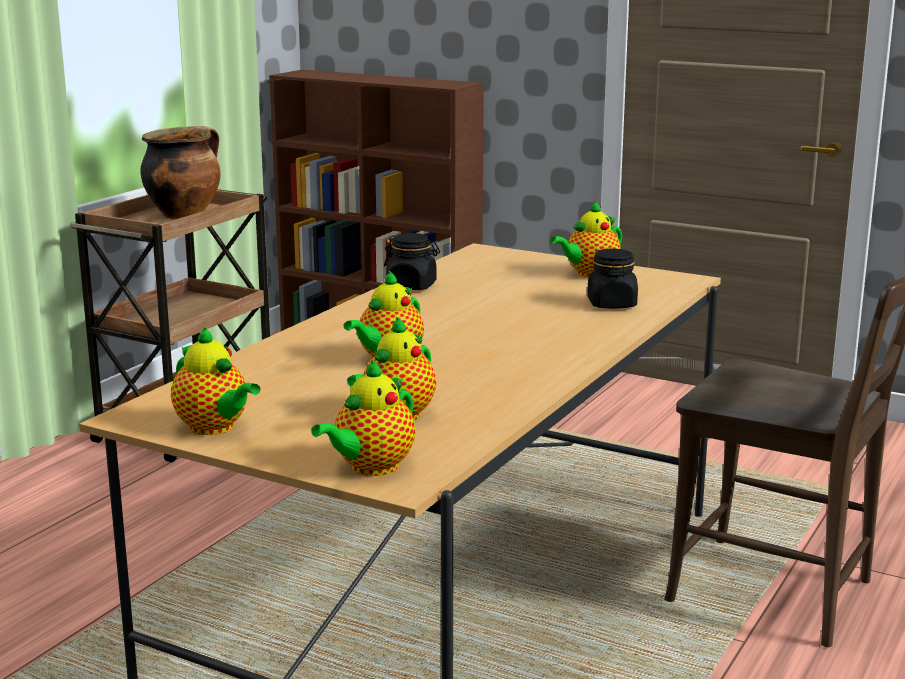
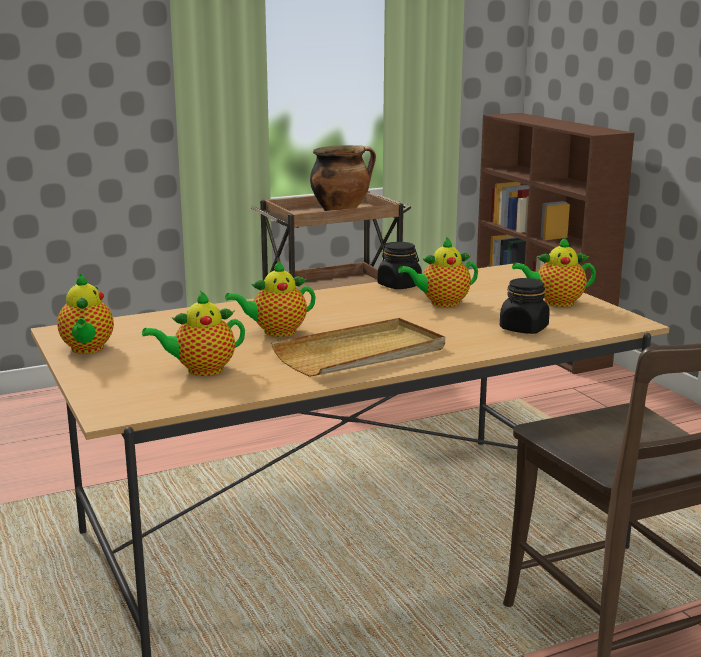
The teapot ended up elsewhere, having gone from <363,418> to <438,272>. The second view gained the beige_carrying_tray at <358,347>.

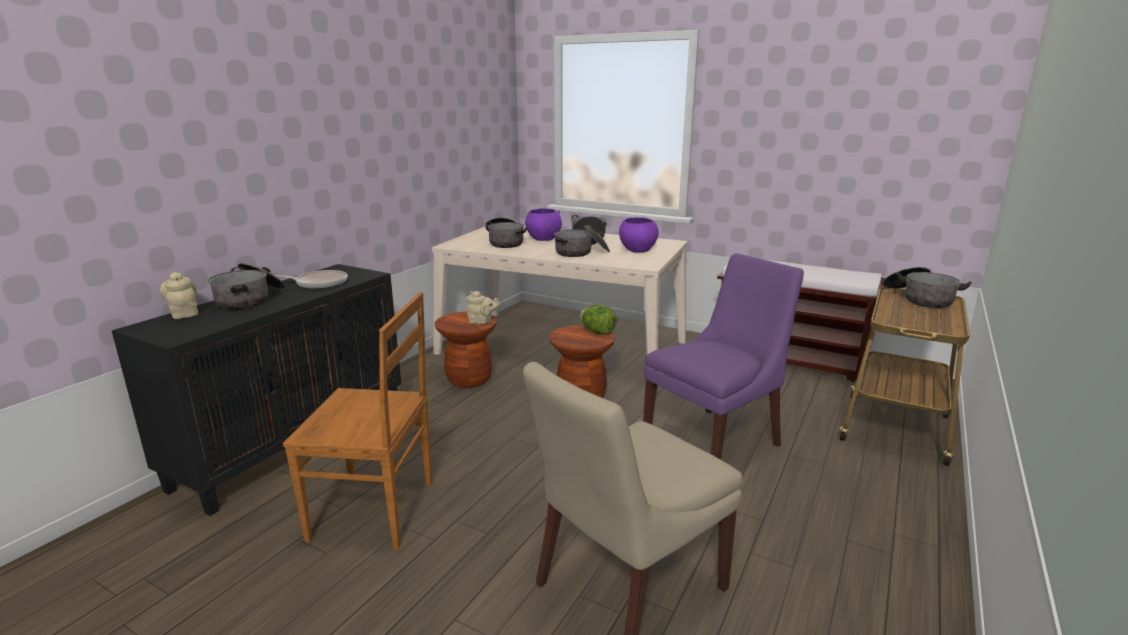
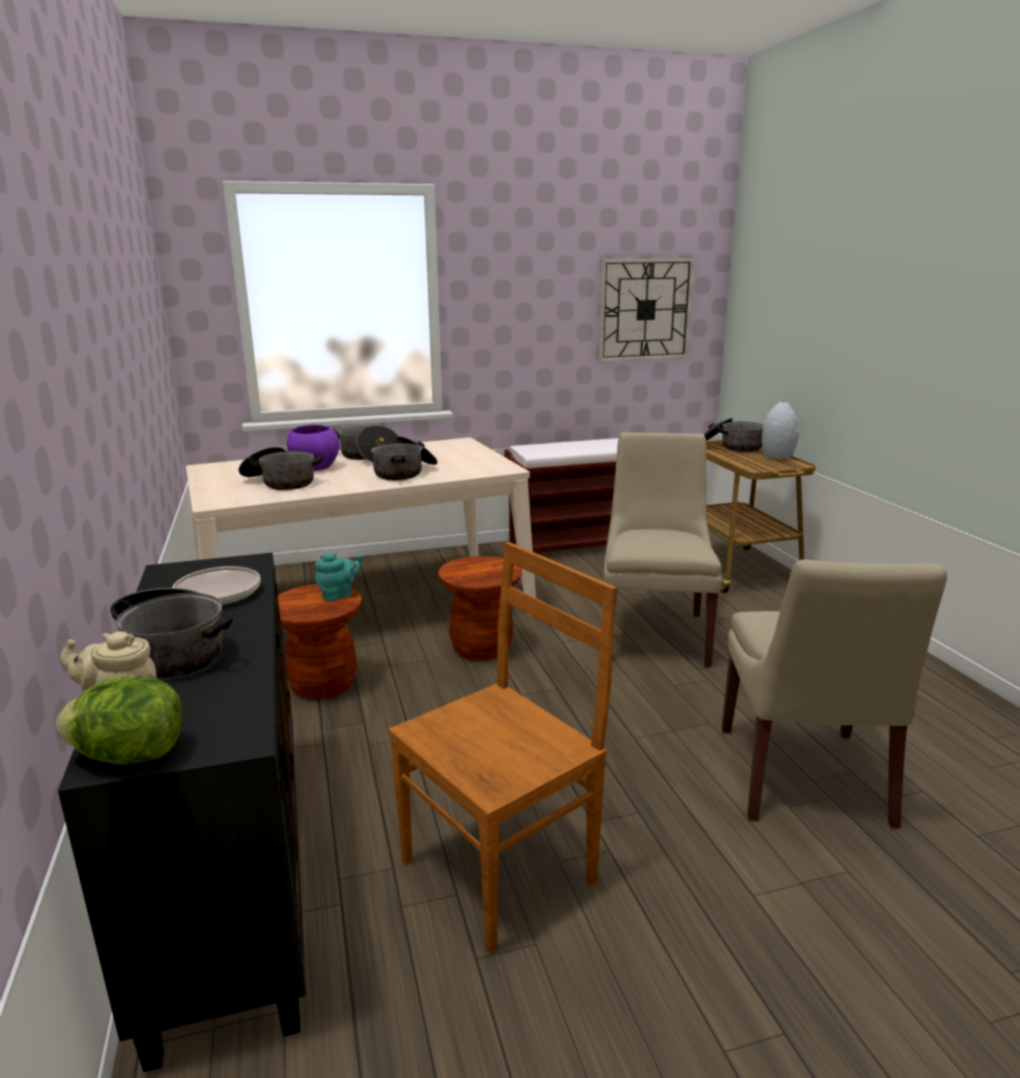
The second view lost the purplish_deep_dish at <639,235>. What was the purplish_upright_chair at <723,356> turned into the beige_upright_chair at <662,549>. What was the beige_teapot at <483,307> turned into the turquoise-coloured_teapot at <339,577>. The lettuce ended up elsewhere, having gone from <598,319> to <119,720>. The second view gained the wall_clock at <647,310>. The second view gained the gray_decorative_vase at <780,430>.

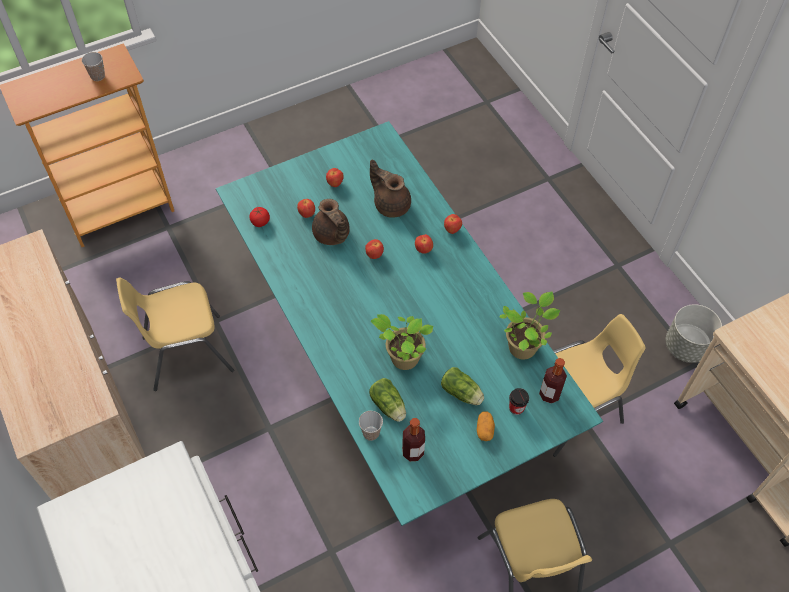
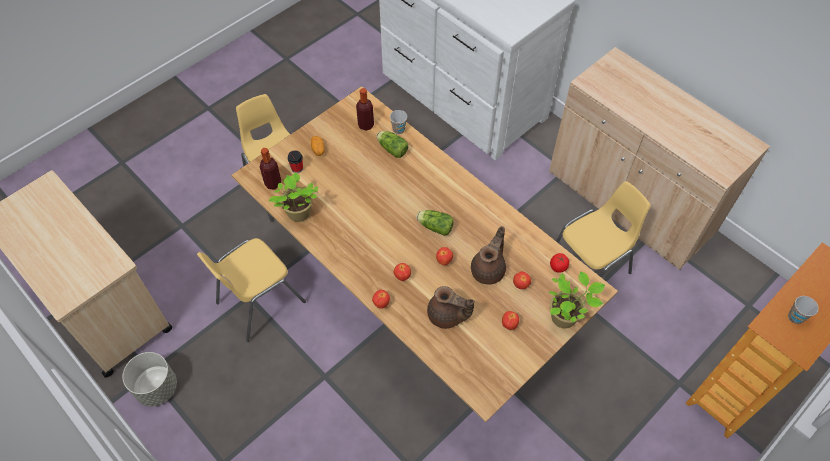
What was the turquoise-coloured_dining_table at <409,323> turned into the brownish_dining_table at <424,254>. The brownish_teapot at <331,222> ended up facing another way, 75 degrees clockwise from before. The potted_plant ended up elsewhere, having gone from <402,342> to <577,299>. The lettuce ended up elsewhere, having gone from <462,386> to <435,223>.

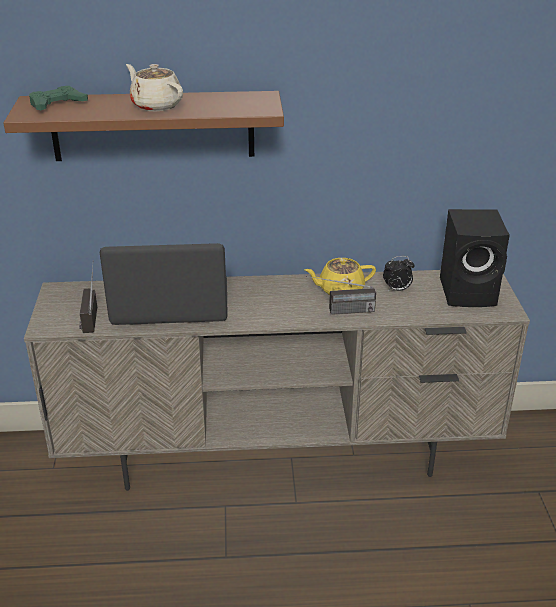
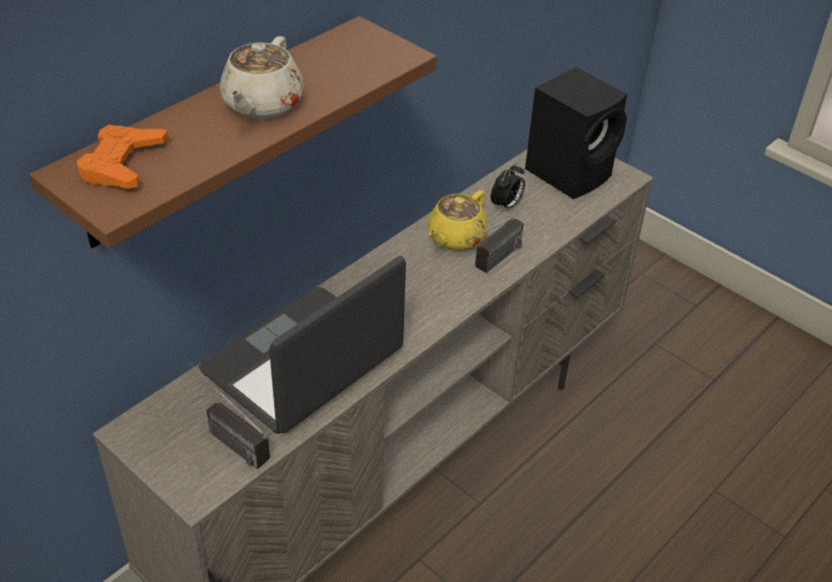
The beige_teapot at <154,87> ended up facing another way, 75 degrees counterclockwise from before. What was the green-coloured_game_controller at <58,98> turned into the orangey_game_controller at <122,157>.

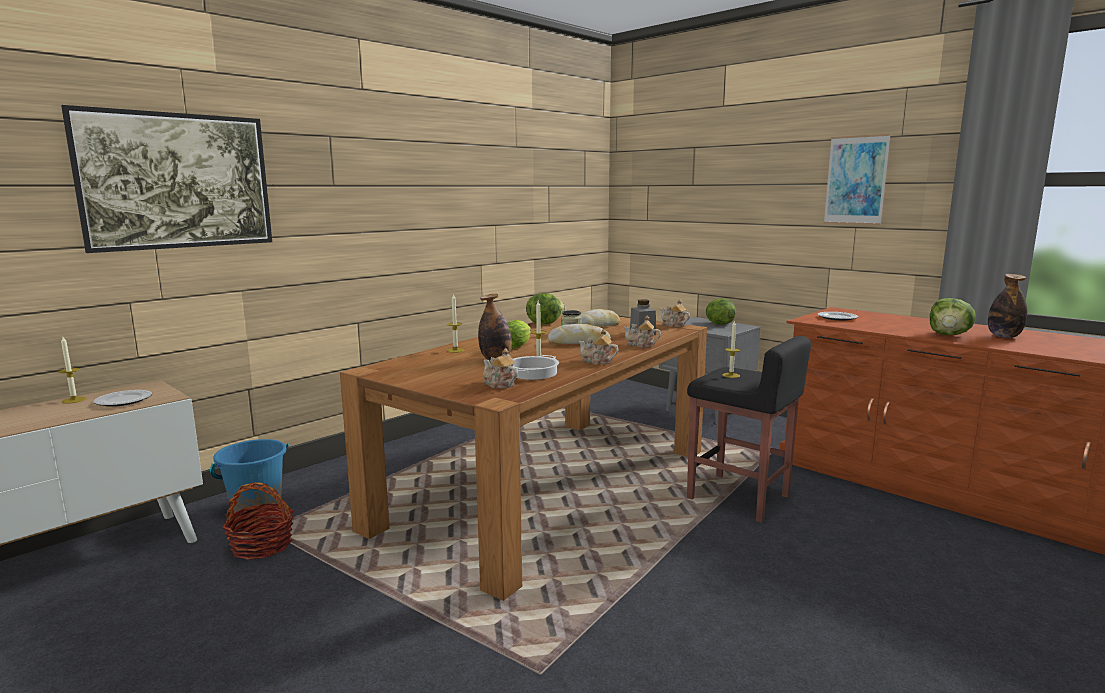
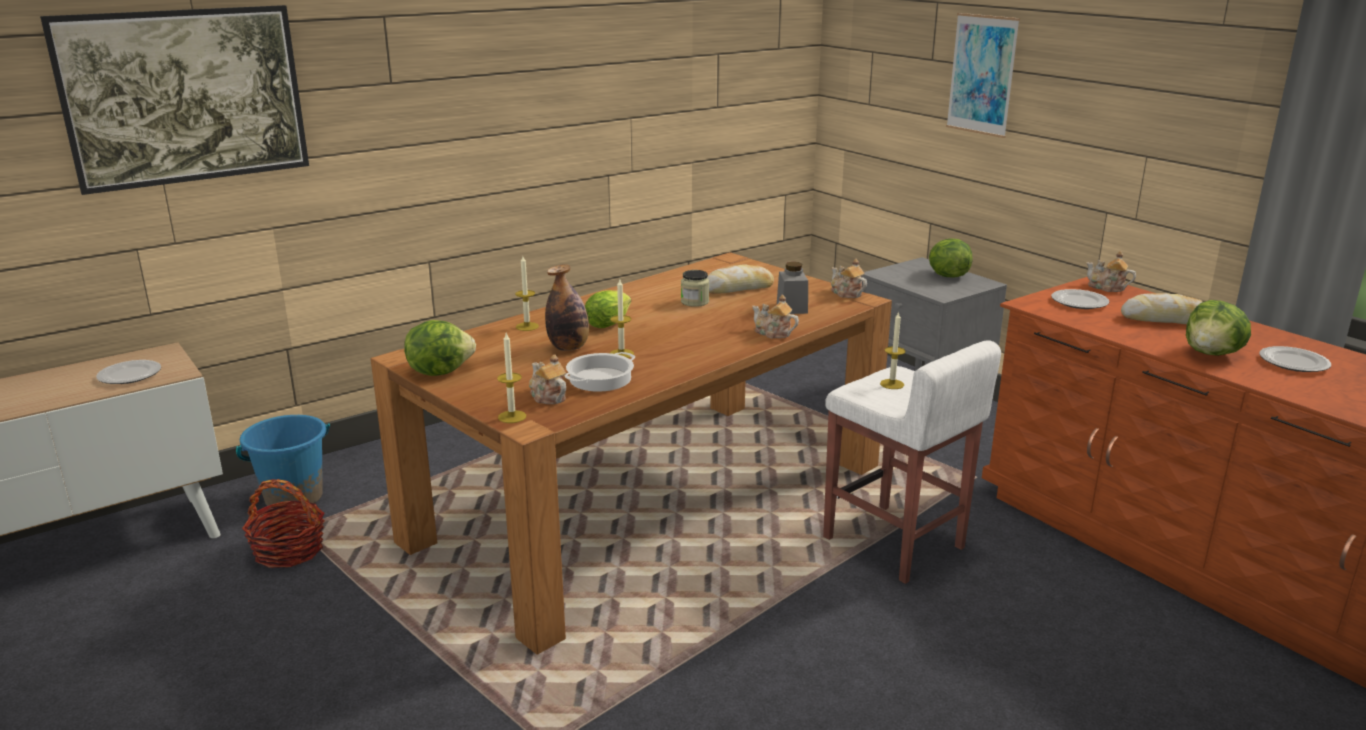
The wall_art ended up elsewhere, having gone from <857,179> to <983,75>. Where the drink_bottle stood at <1007,306>, the flat_dish came to stand at <1295,359>. The lettuce ended up elsewhere, having gone from <545,308> to <440,348>. The bread ended up elsewhere, having gone from <579,334> to <1162,308>. The teapot ended up elsewhere, having gone from <598,347> to <1111,271>. What was the black-coloured_stool_seat at <749,429> turned into the white-coloured_stool_seat at <912,462>. The wax_light ended up elsewhere, having gone from <72,370> to <511,378>.

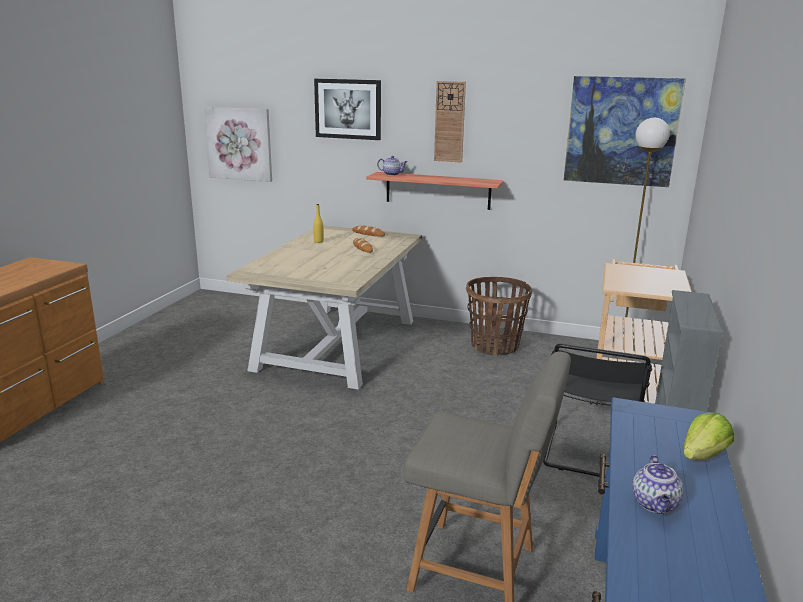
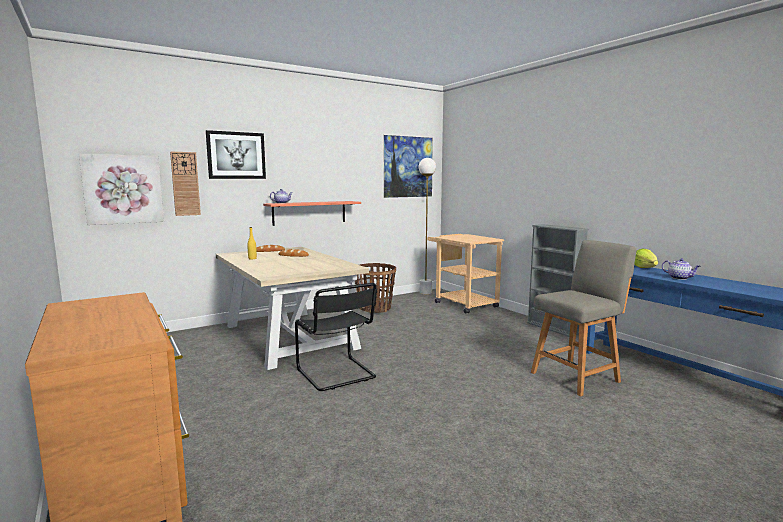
The wall_clock ended up elsewhere, having gone from <450,122> to <185,184>. The black-coloured_upright_chair ended up elsewhere, having gone from <597,410> to <336,337>.

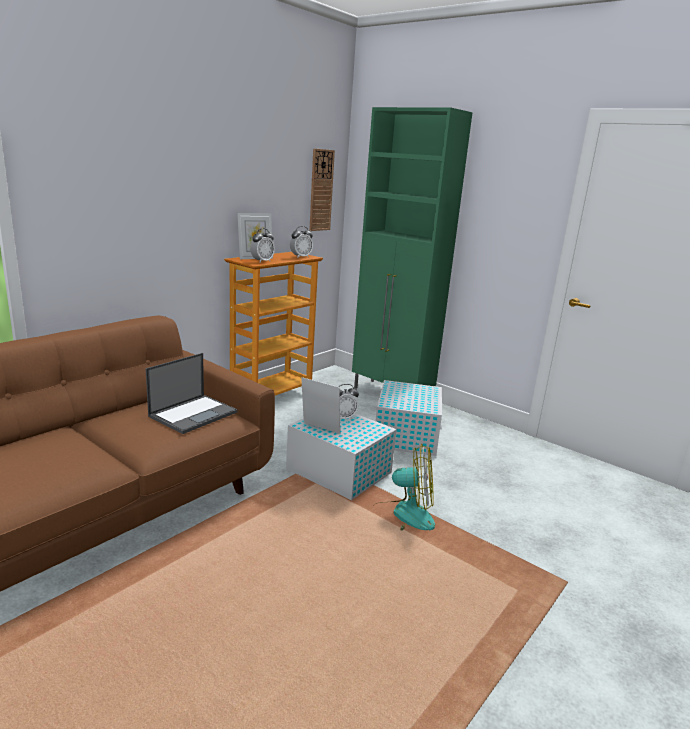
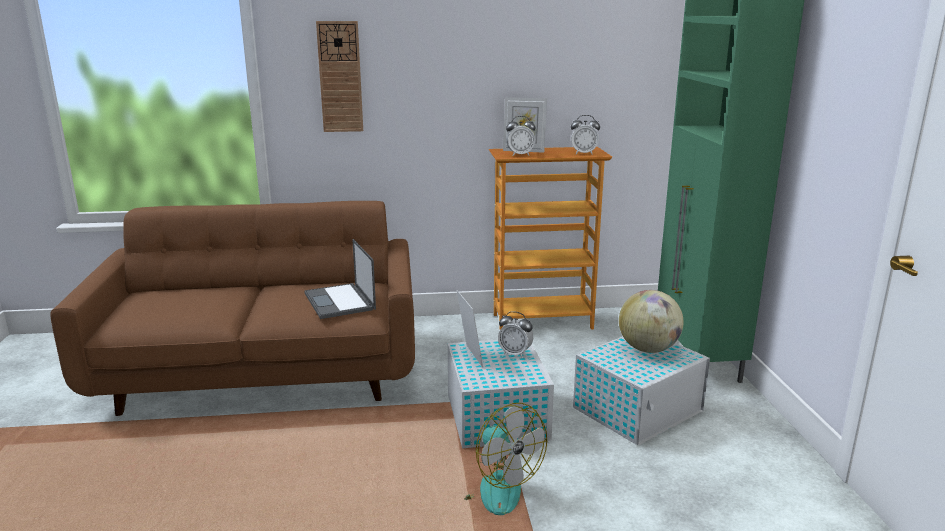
The wall_clock ended up elsewhere, having gone from <322,189> to <339,76>. The notebook_computer at <192,393> ended up facing another way, 75 degrees clockwise from before. The second view gained the world_globe at <651,321>.

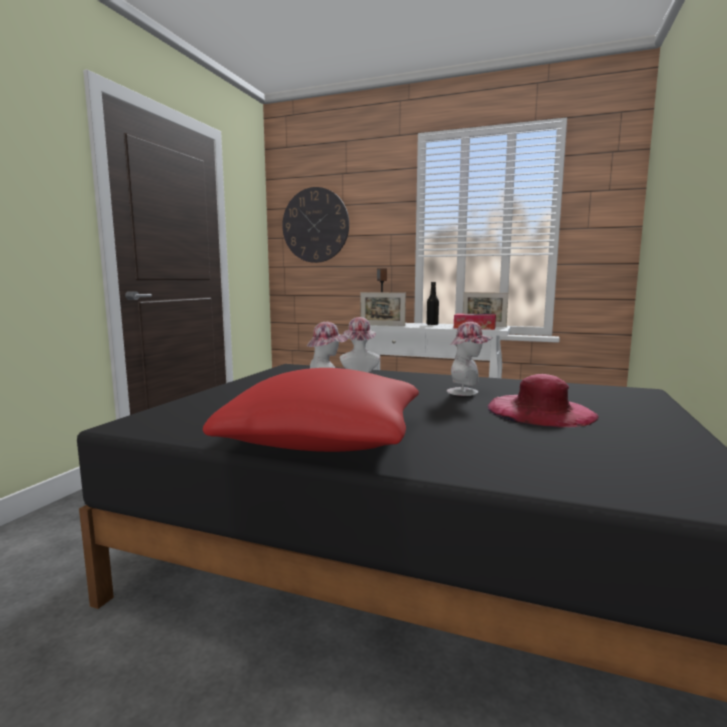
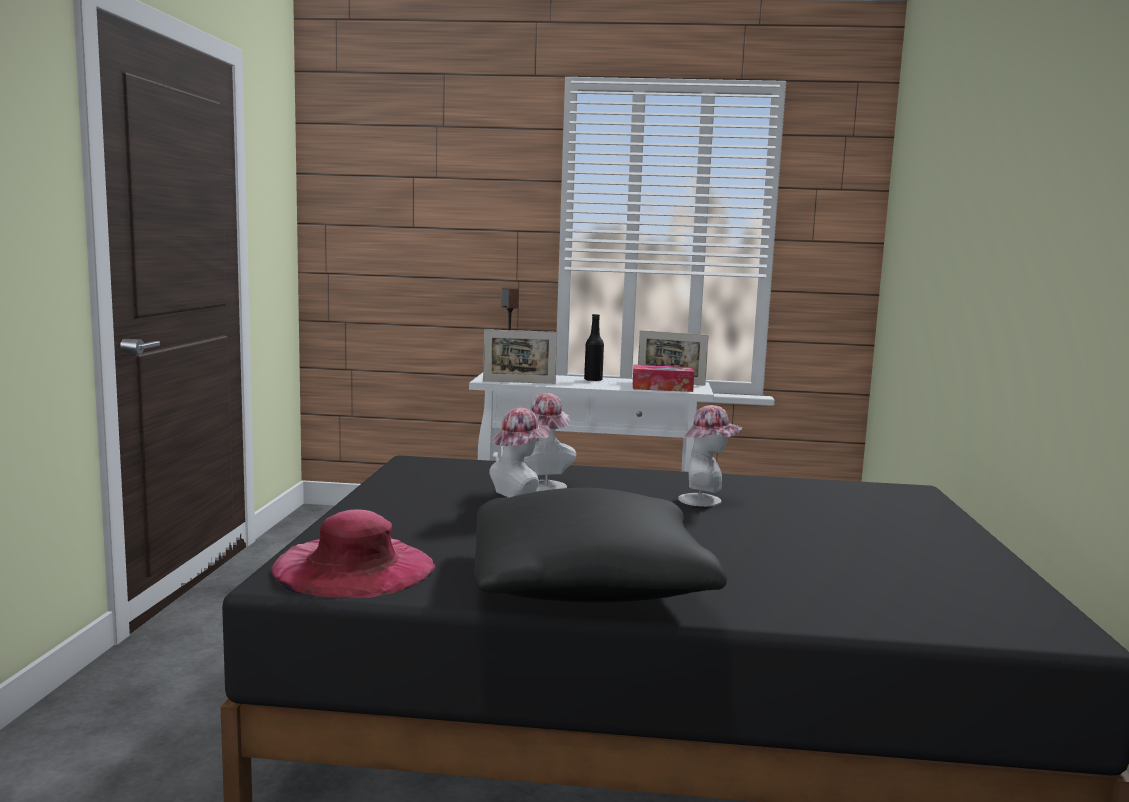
The second view lost the wall_clock at <315,225>. What was the reddish_throw_pillow at <311,410> turned into the black-coloured_throw_pillow at <600,545>. The pink-coloured_wearable_hat ended up elsewhere, having gone from <543,400> to <352,554>.

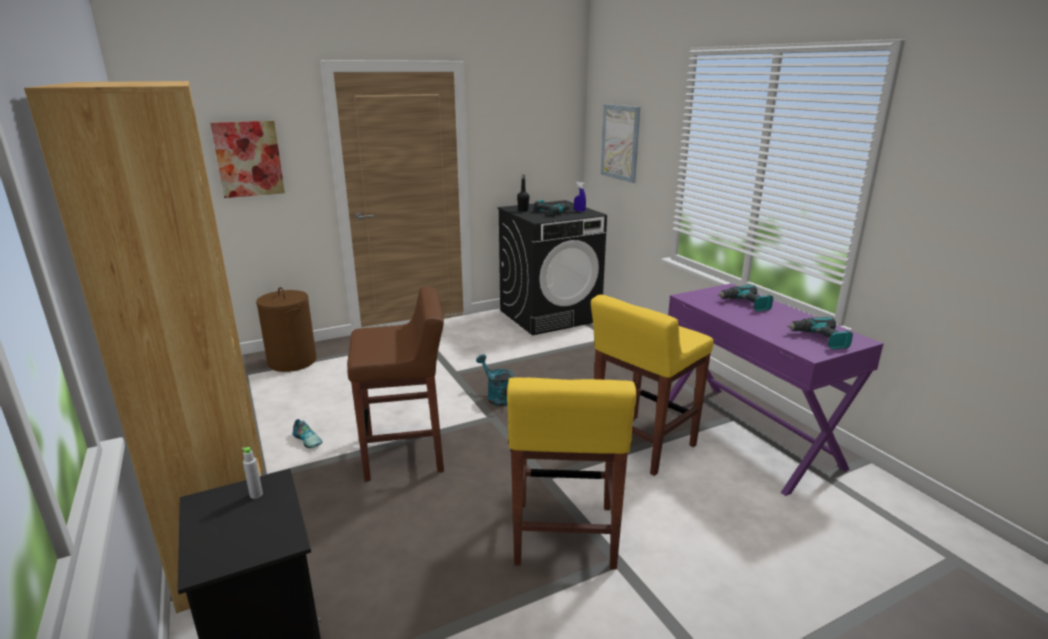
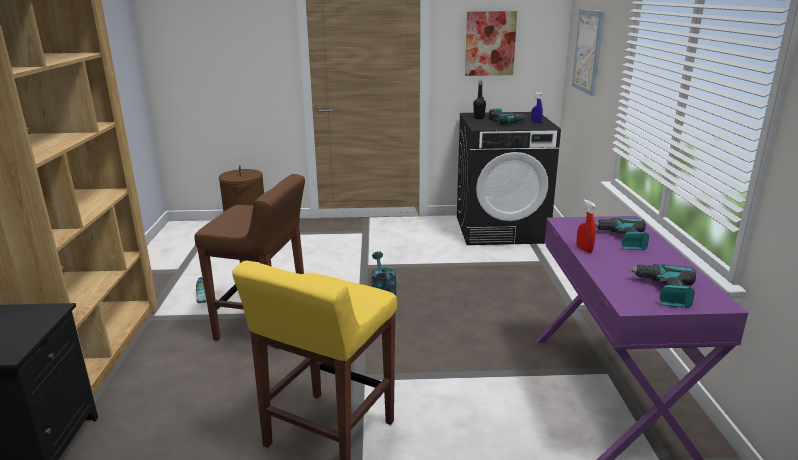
The wall_art ended up elsewhere, having gone from <247,159> to <491,43>. The second view lost the yellow-coloured_stool_seat at <652,385>. The second view lost the gray_drink_bottle at <252,473>. The second view gained the reddish_sprayer at <586,226>.

